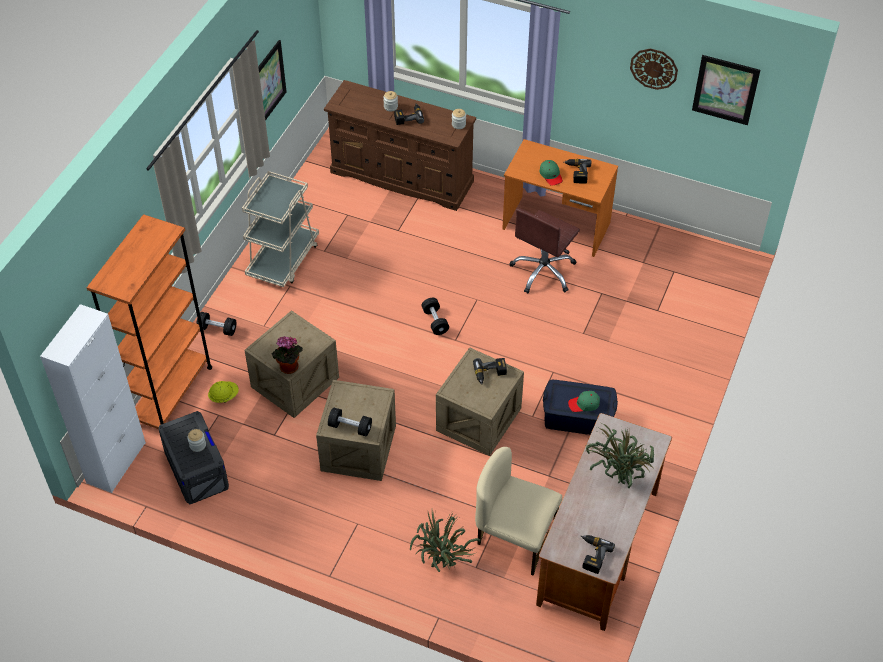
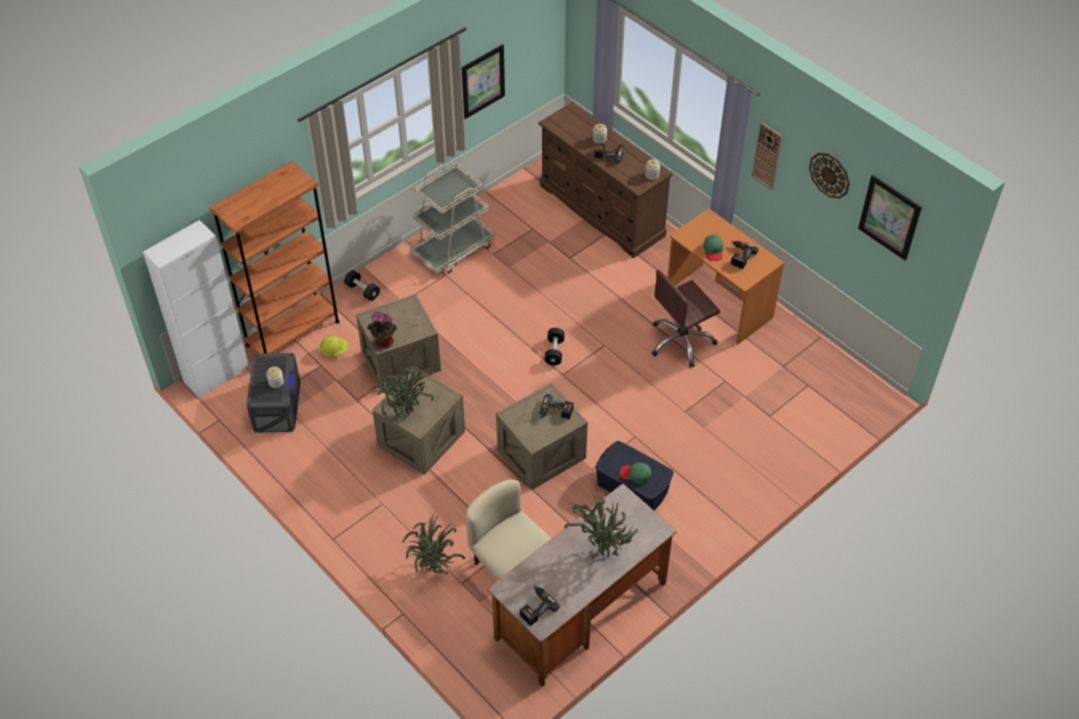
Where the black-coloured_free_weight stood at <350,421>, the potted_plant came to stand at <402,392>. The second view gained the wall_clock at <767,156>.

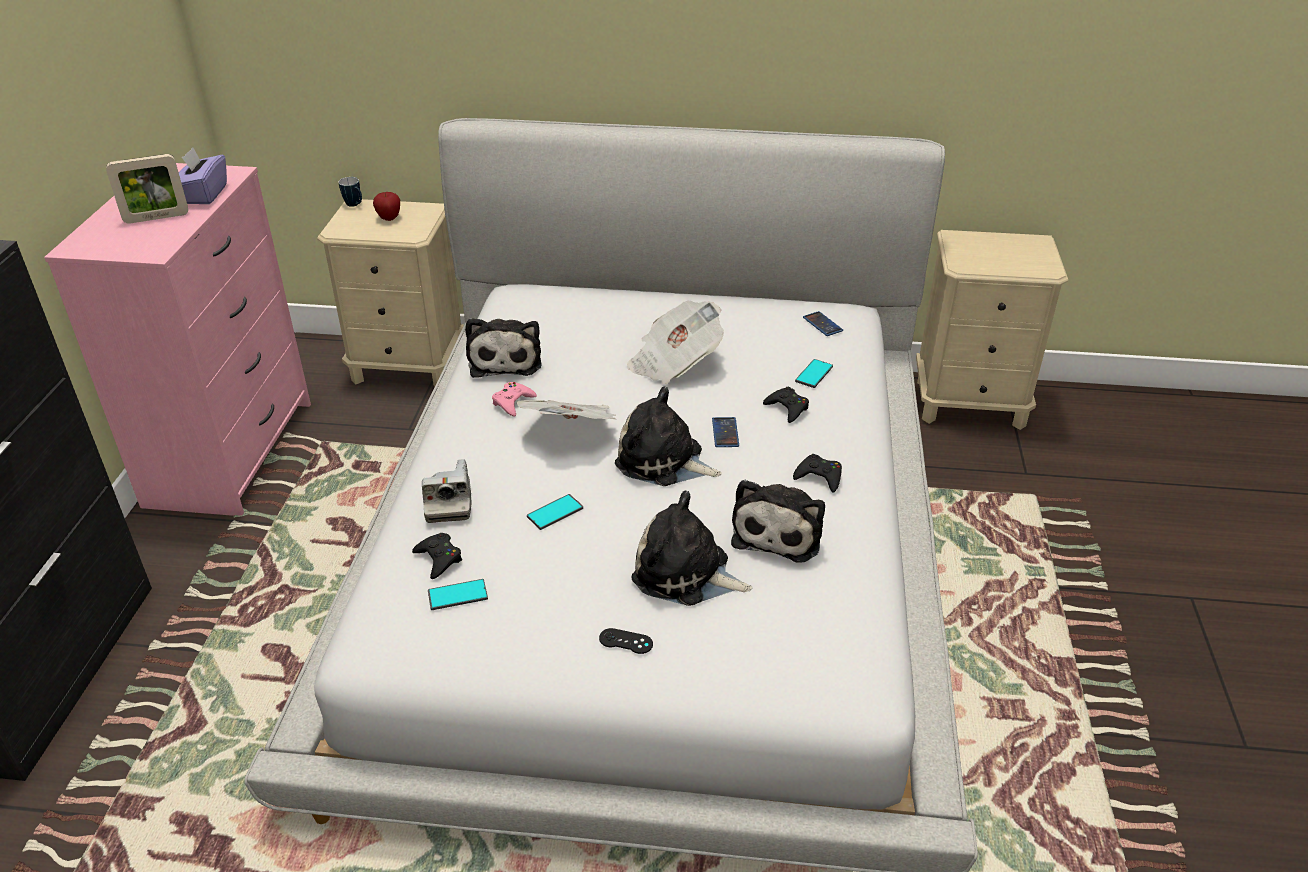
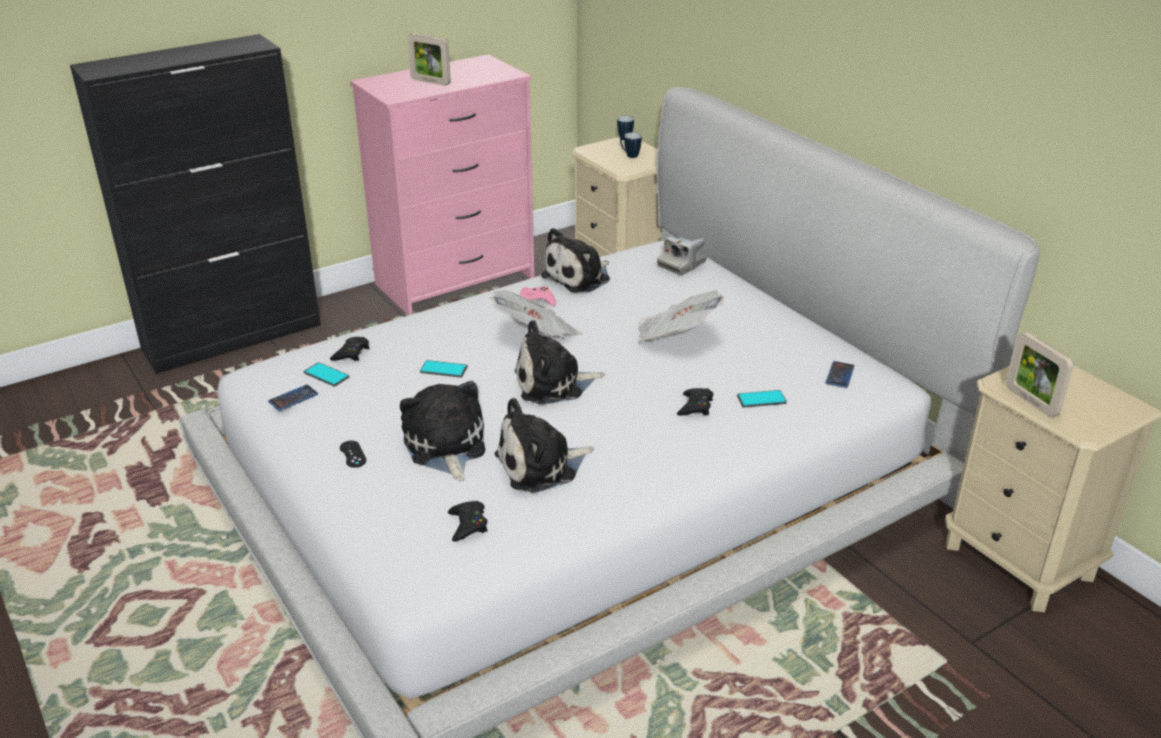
The second view lost the purplish_tissue_holder at <203,175>. Where the apple_fruit stood at <386,206>, the mug came to stand at <631,145>. The plush_toy at <668,436> ended up facing another way, 90 degrees counterclockwise from before. The telephone ended up elsewhere, having gone from <725,432> to <293,397>. The black-coloured_game_controller ended up elsewhere, having gone from <817,473> to <468,521>. The photo_camera ended up elsewhere, having gone from <447,491> to <682,255>. The second view gained the picture_frame at <1040,374>.

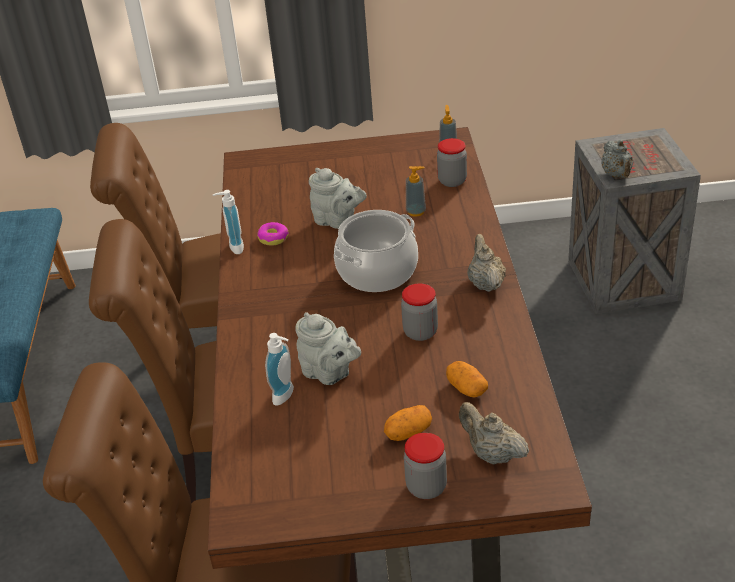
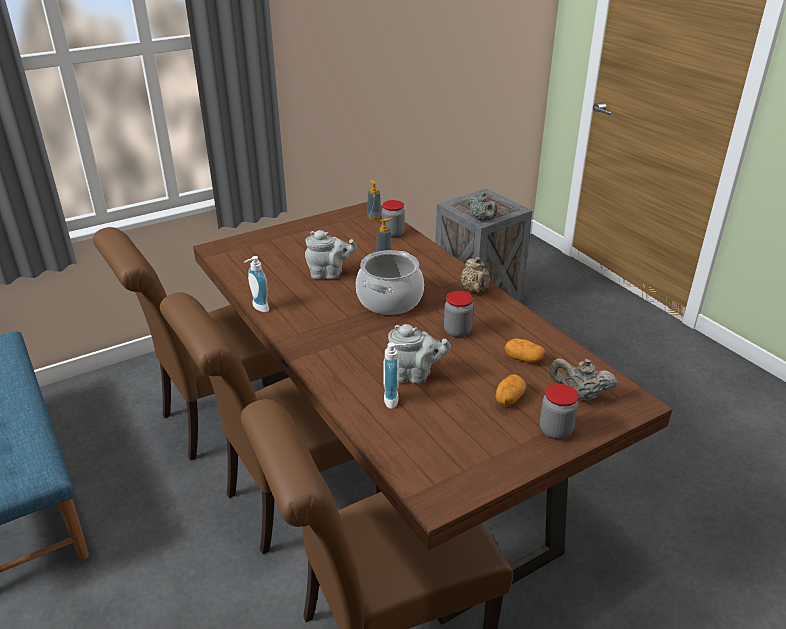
The second view lost the donut at <273,234>. The beige_teapot at <486,263> ended up facing another way, 150 degrees counterclockwise from before.

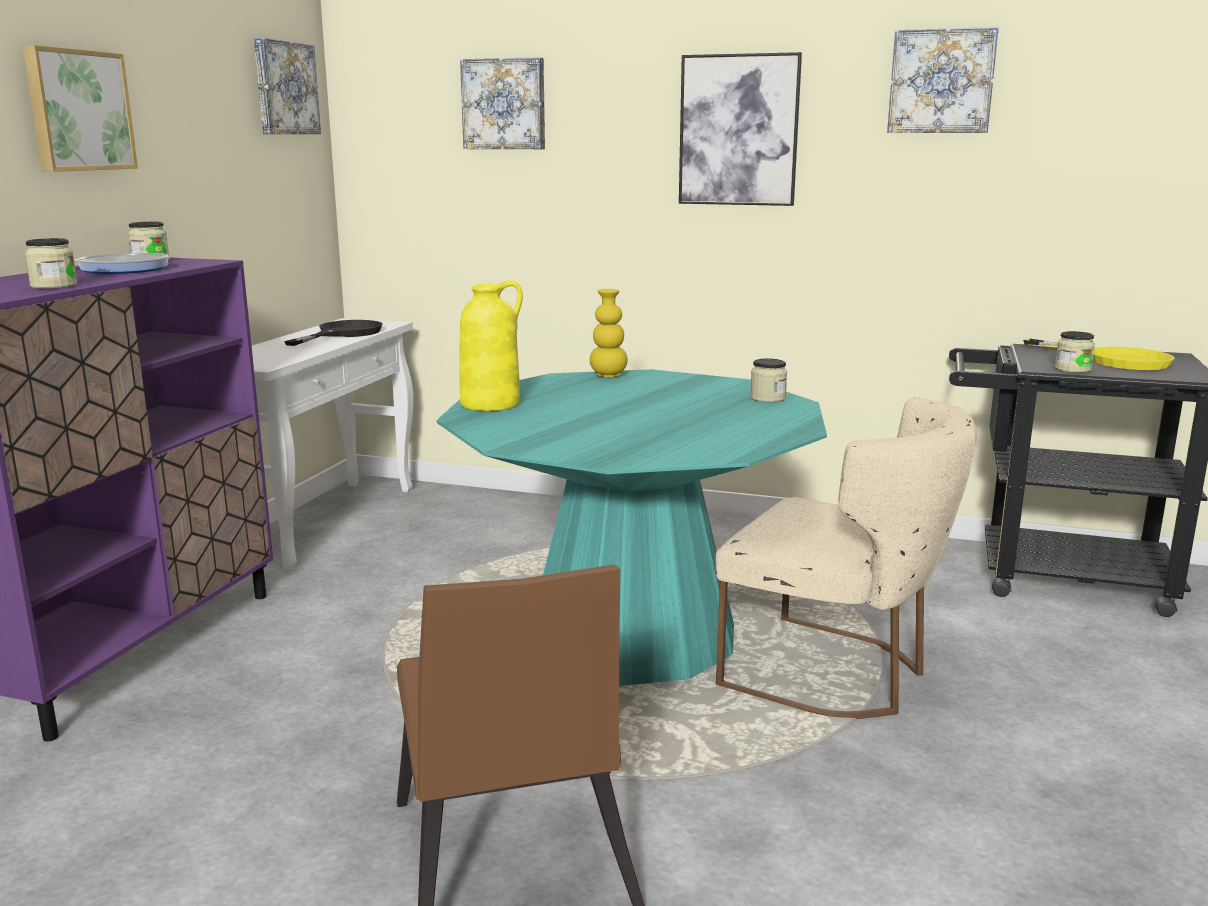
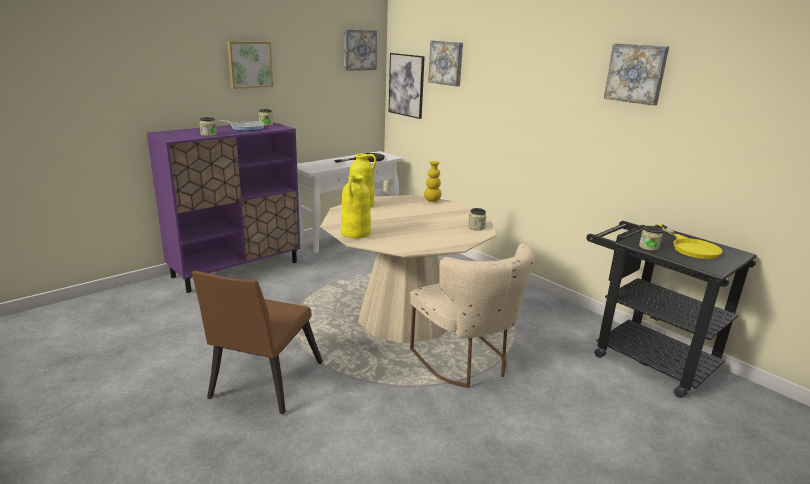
The wall_art ended up elsewhere, having gone from <740,129> to <407,86>. What was the turquoise-coloured_dining_table at <632,527> turned into the beige_dining_table at <408,269>. The second view gained the yellow-coloured_decorative_vase at <356,207>.

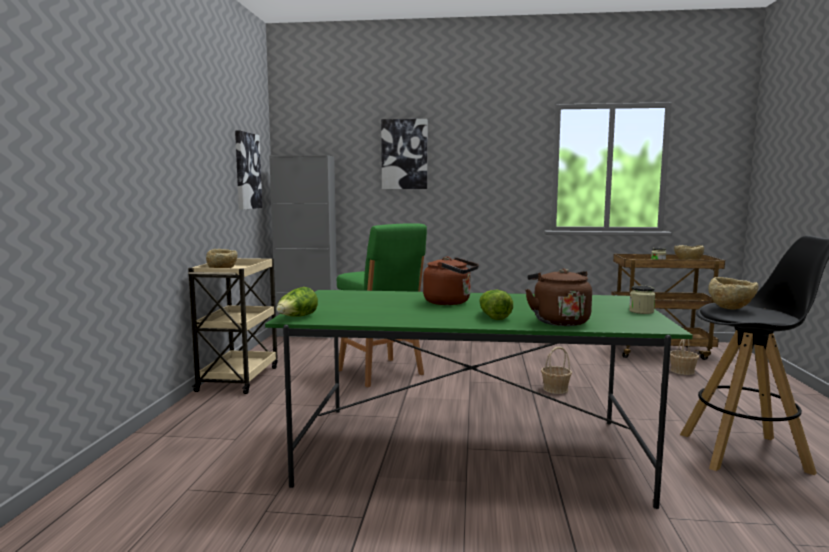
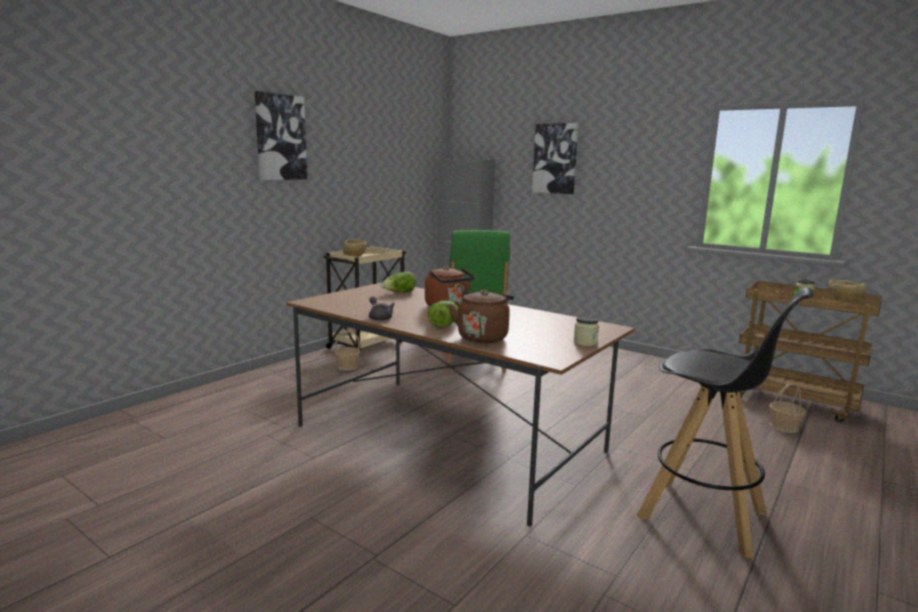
The wall_art ended up elsewhere, having gone from <248,170> to <281,135>. The second view lost the beige_deep_dish at <733,293>. The lettuce ended up elsewhere, having gone from <297,302> to <398,282>. What was the green-coloured_dining_table at <479,399> turned into the brownish_dining_table at <460,404>. The basket ended up elsewhere, having gone from <556,370> to <348,351>. The second view gained the gray_teapot at <382,308>.

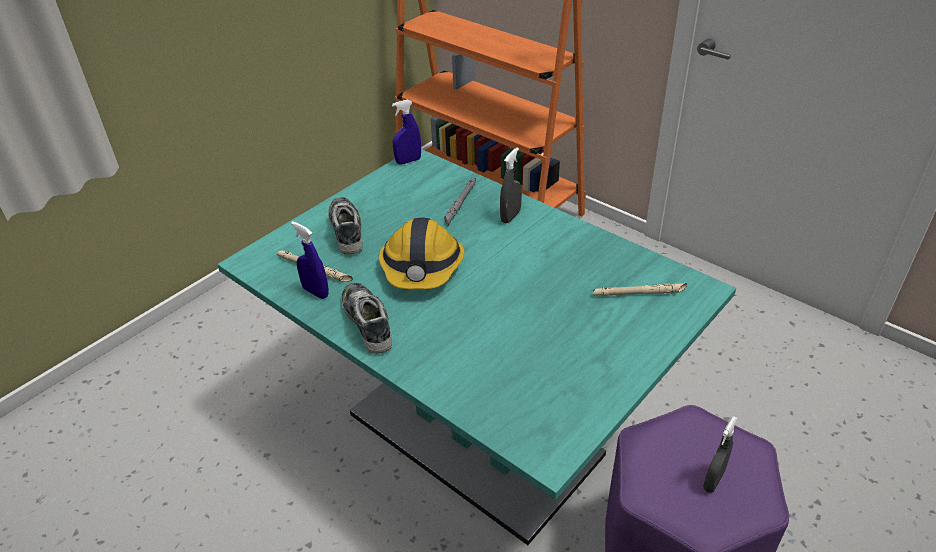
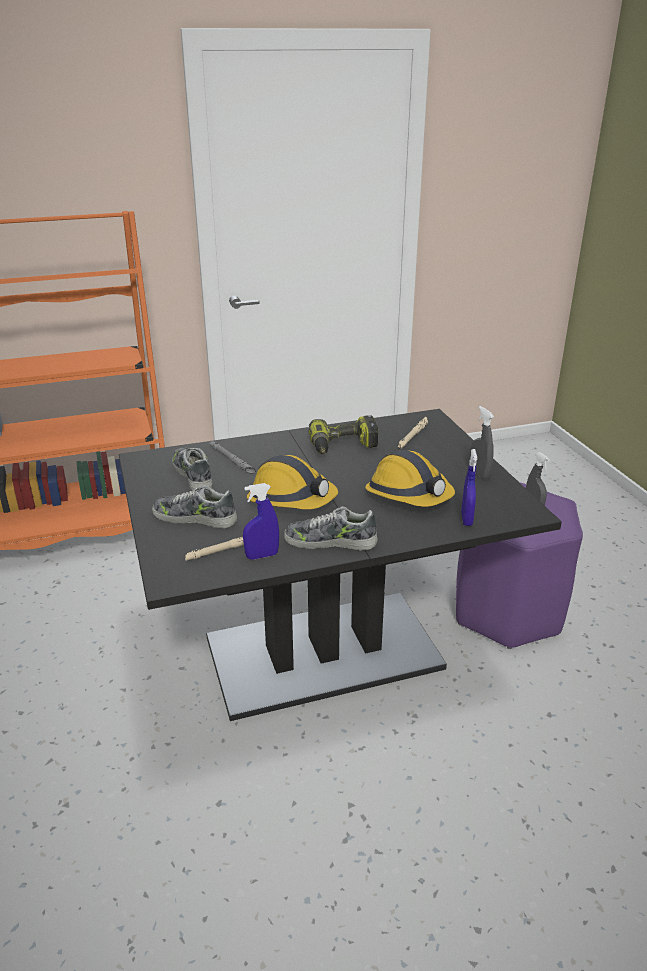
The blue-coloured_sprayer ended up elsewhere, having gone from <406,132> to <469,487>. The gray_sprayer ended up elsewhere, having gone from <511,185> to <482,442>. What was the turquoise-coloured_dining_table at <476,347> turned into the black-coloured_dining_table at <340,565>. The second view gained the electric_drill at <344,434>. The second view gained the low_shoe at <192,469>. The second view gained the work_helmet at <410,478>.

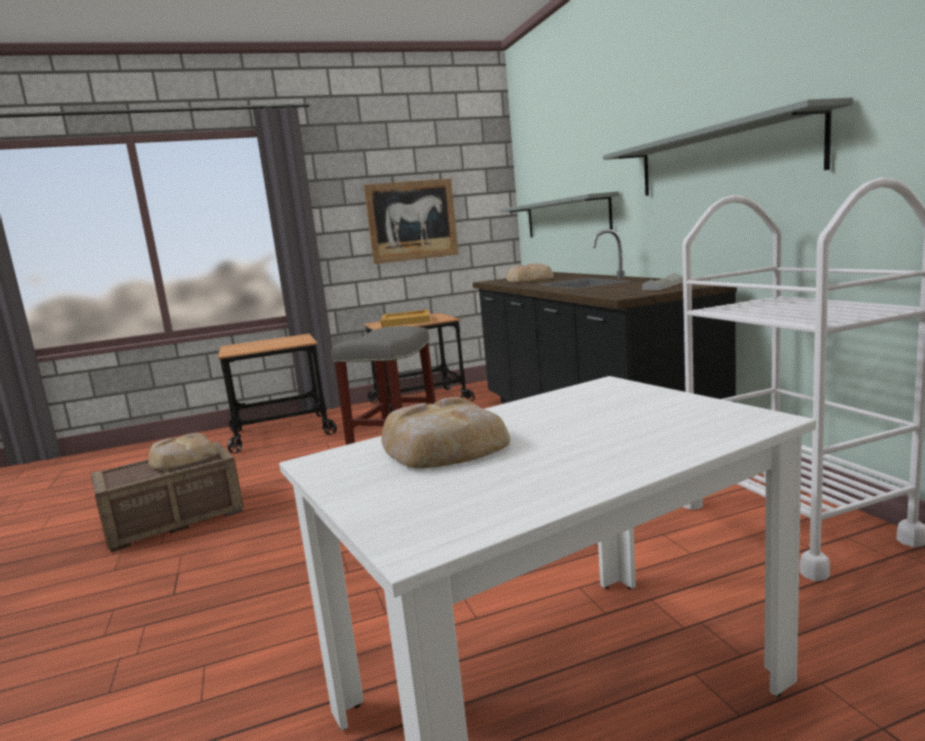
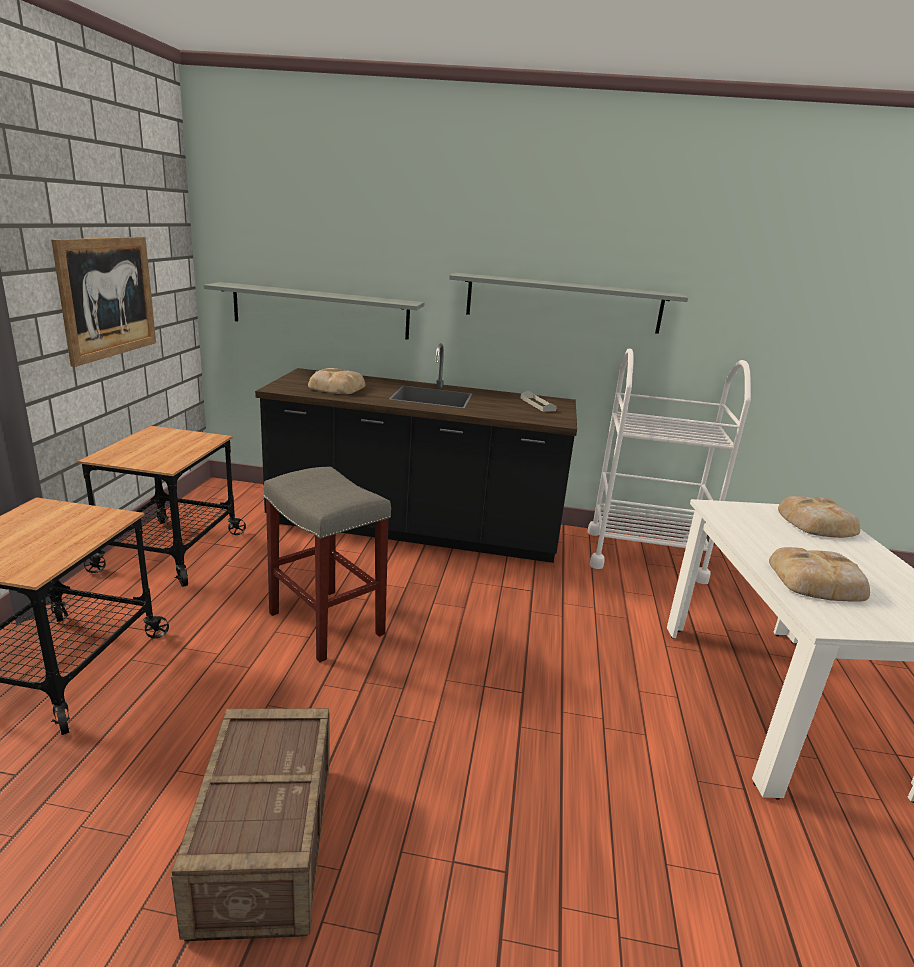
The second view lost the beige_carrying_tray at <405,318>. The bread ended up elsewhere, having gone from <183,451> to <819,517>.

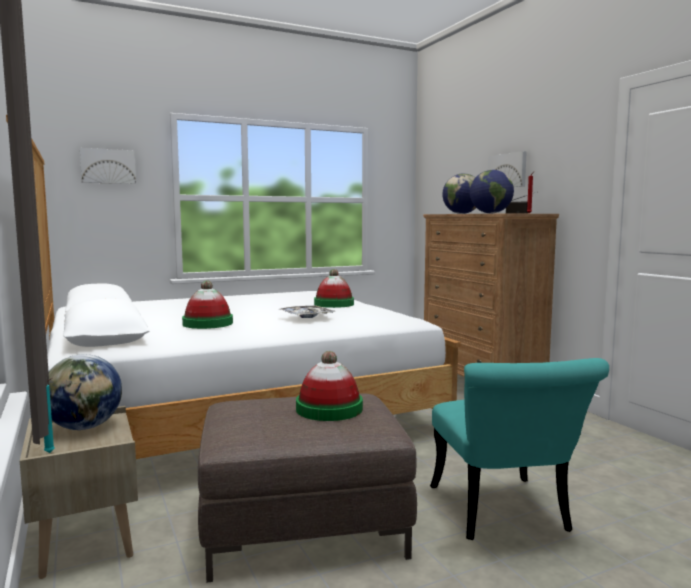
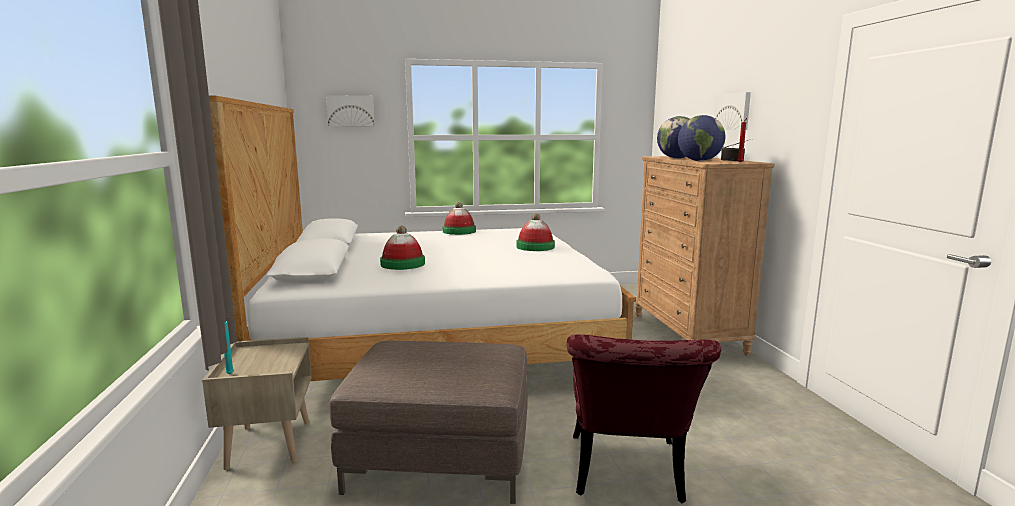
The second view lost the carrying_tray at <307,311>. The wearable_hat ended up elsewhere, having gone from <329,386> to <459,218>. The second view lost the world_globe at <85,392>. What was the turquoise-coloured_upright_chair at <519,449> turned into the reddish_upright_chair at <644,418>.

